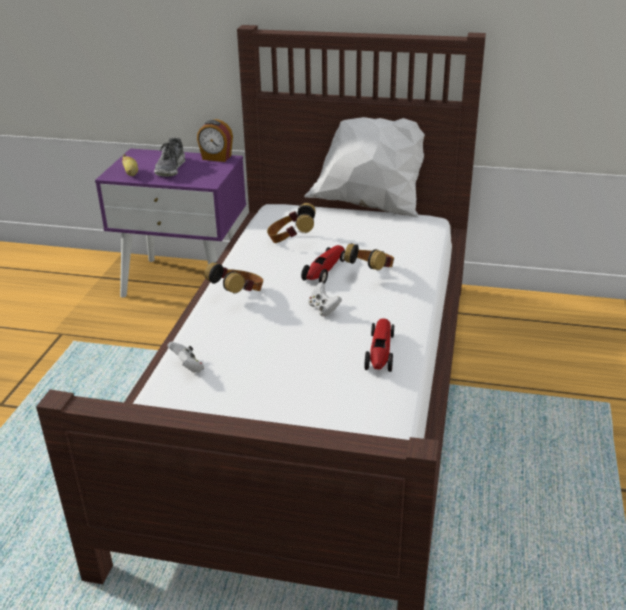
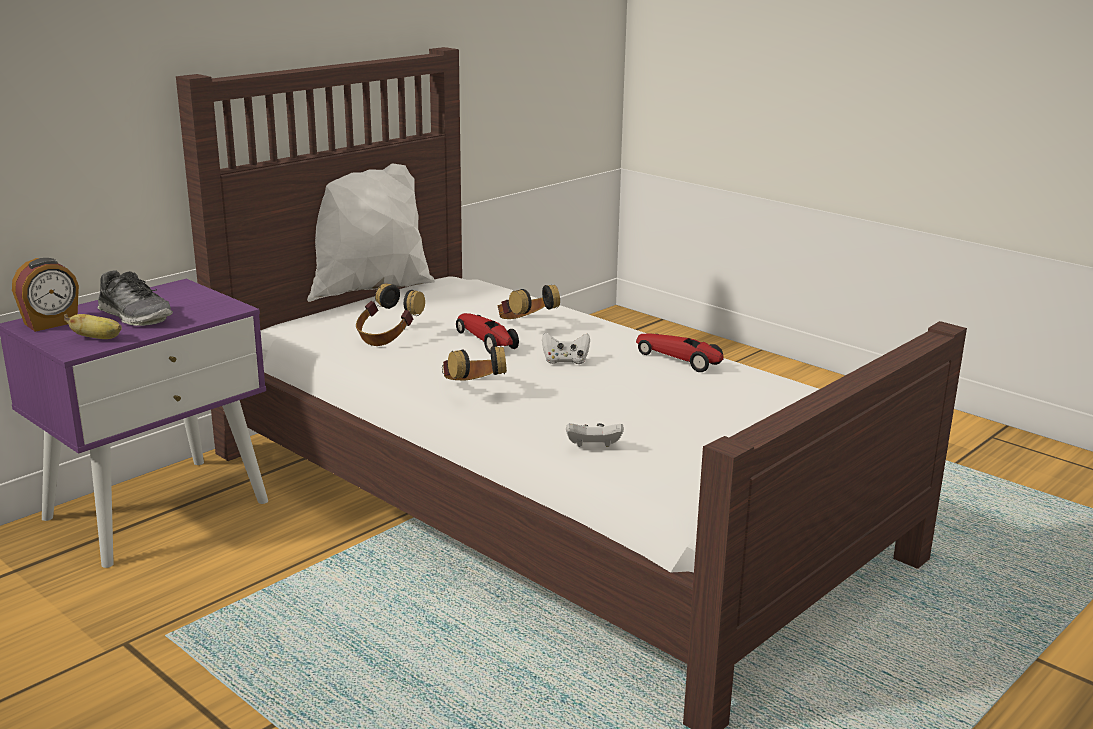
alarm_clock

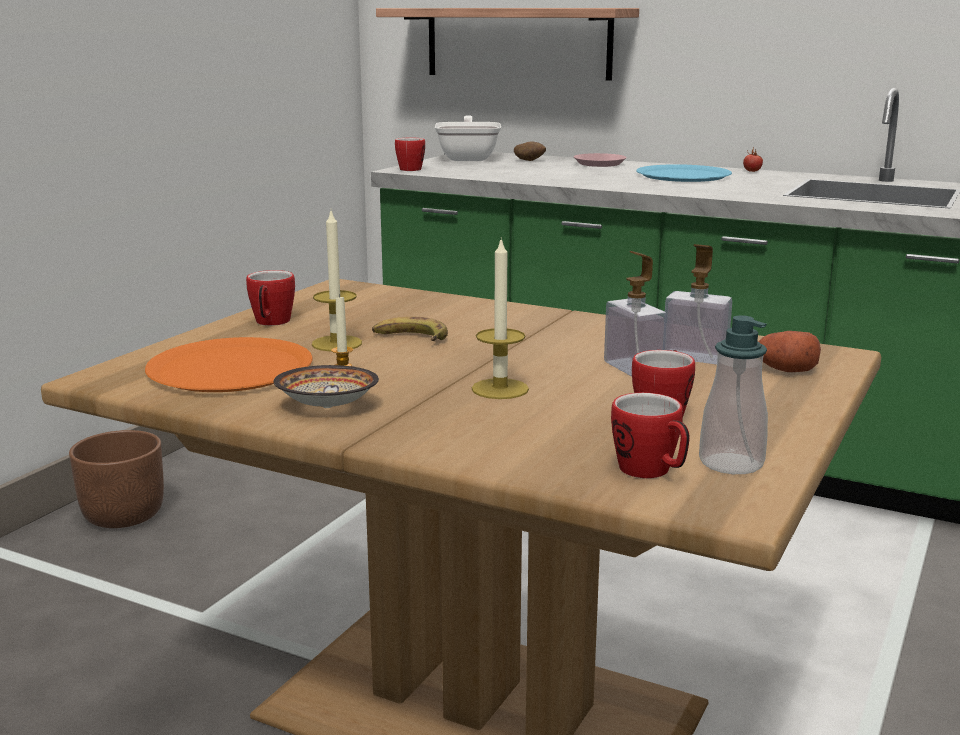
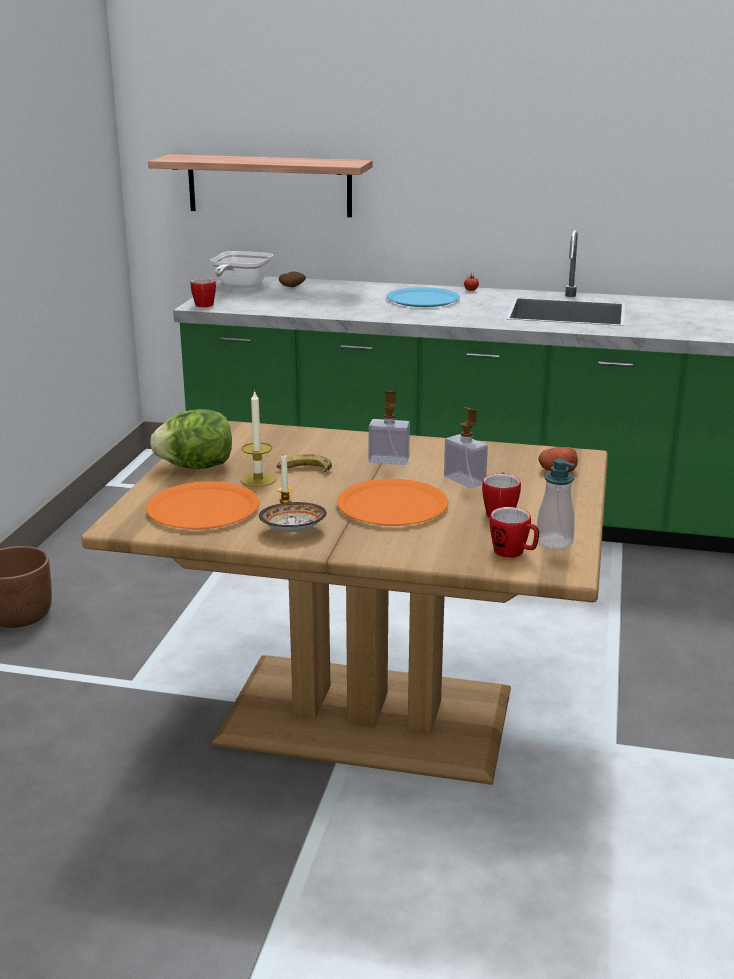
lettuce
frying_pan
orange_plate (no. 2 from left)
pink_plate
soap_dispenser (no. 1 from left)

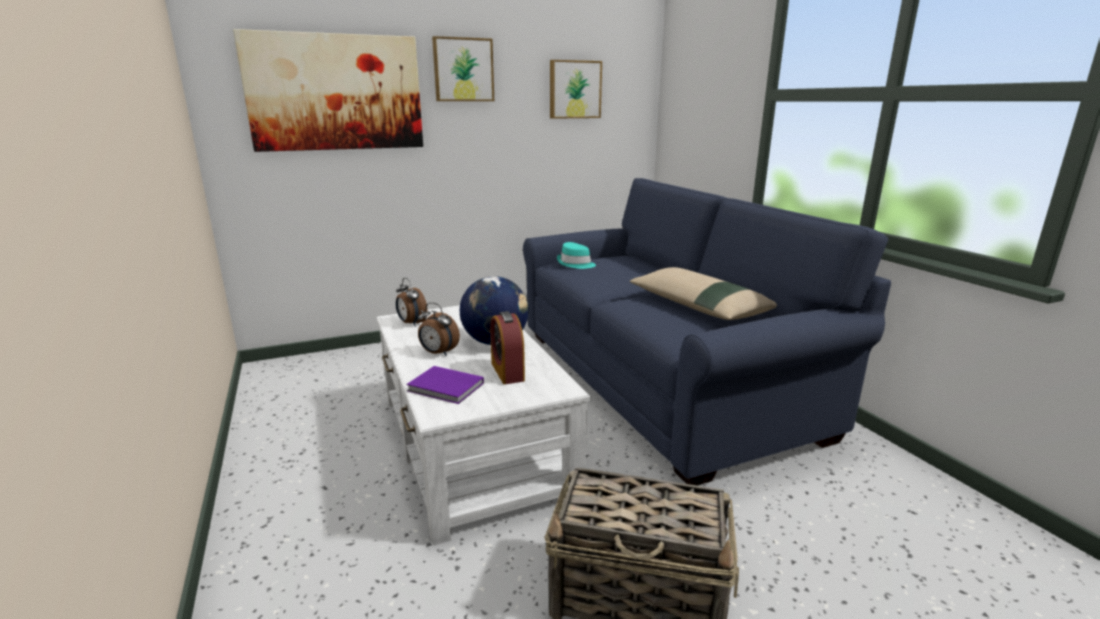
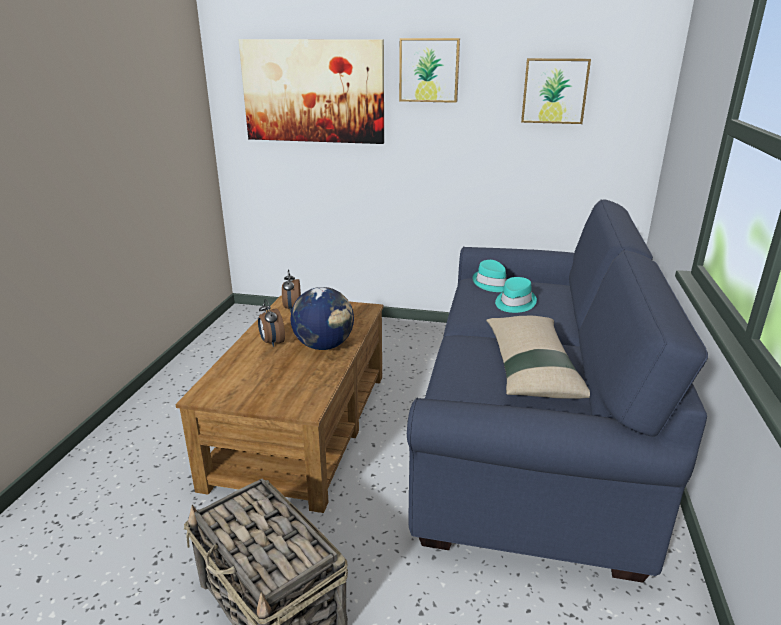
brown_coffee_table
purple_book
alarm_clock (no. 3 from left in the first image)
turquoise_hat (no. 2 from left)

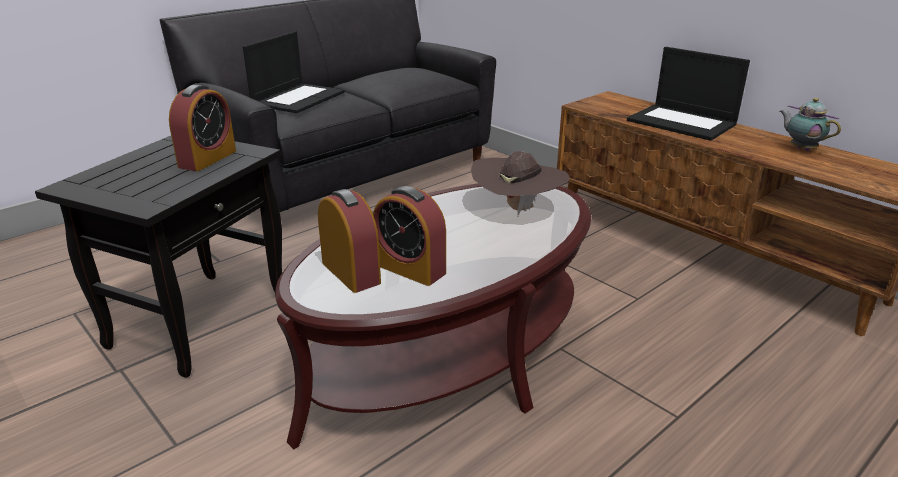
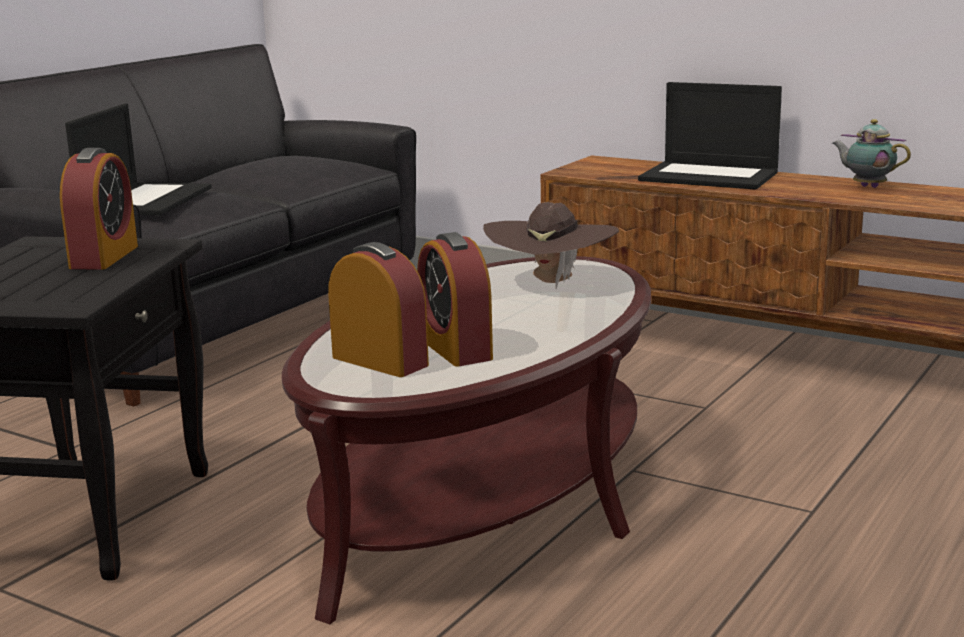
alarm_clock (no. 3 from left)

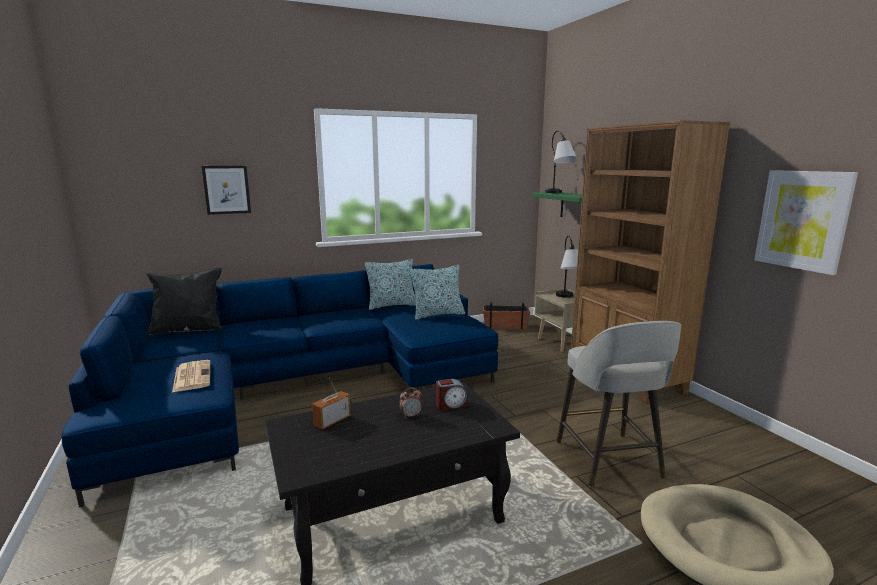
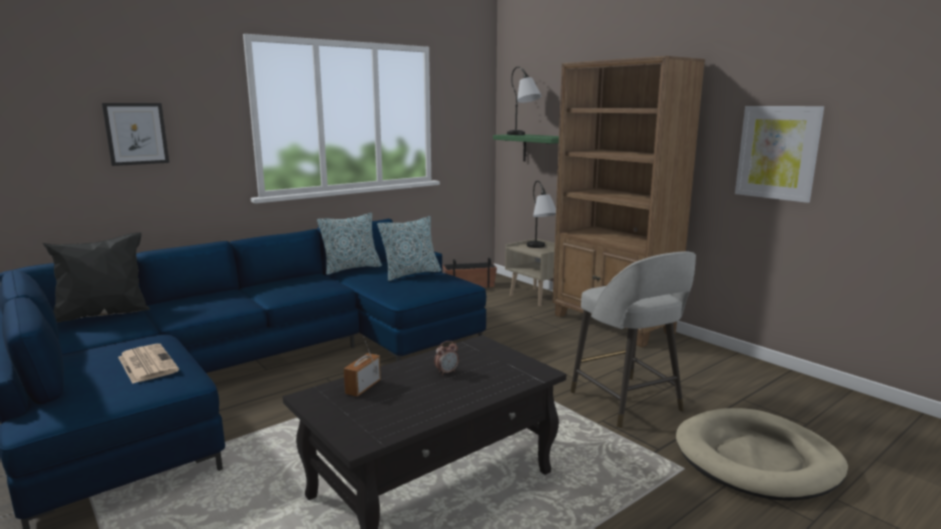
alarm_clock (no. 2 from left in the first image)

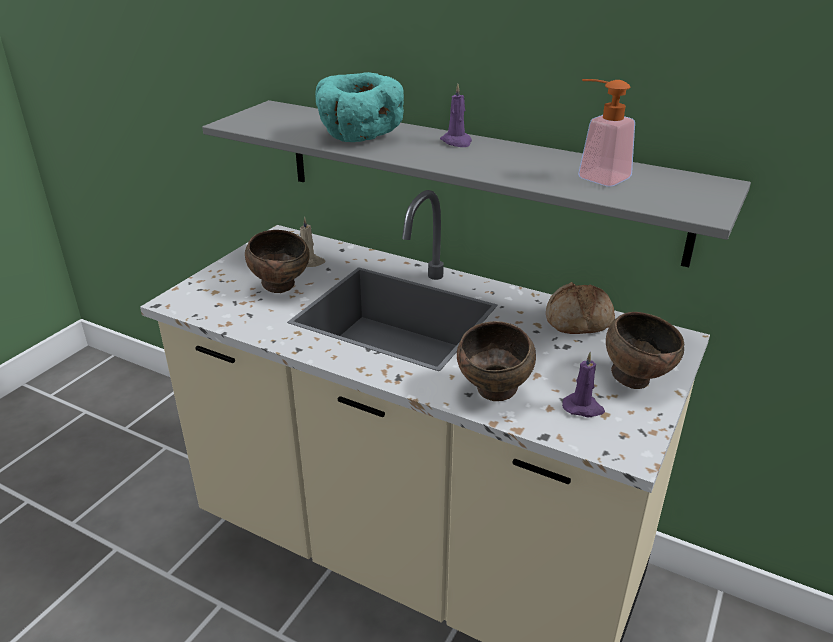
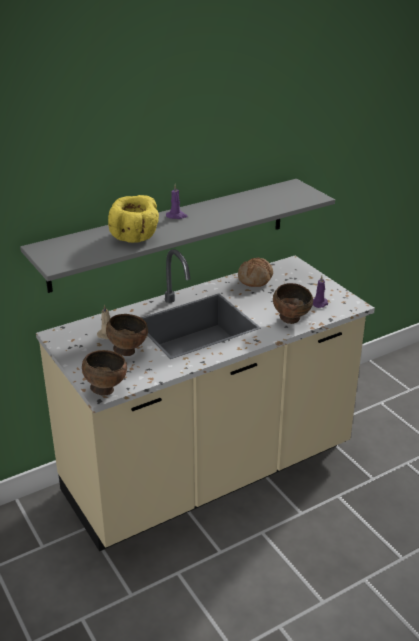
yellow_bowl
soap_dispenser
brown_bowl (no. 1 from left)

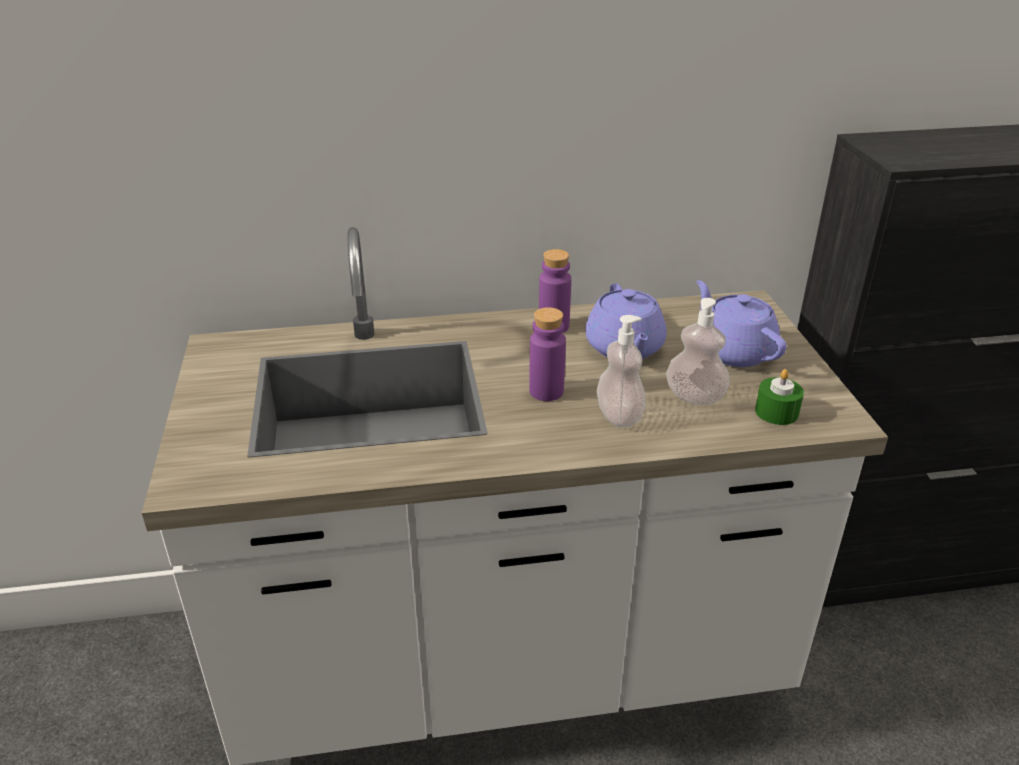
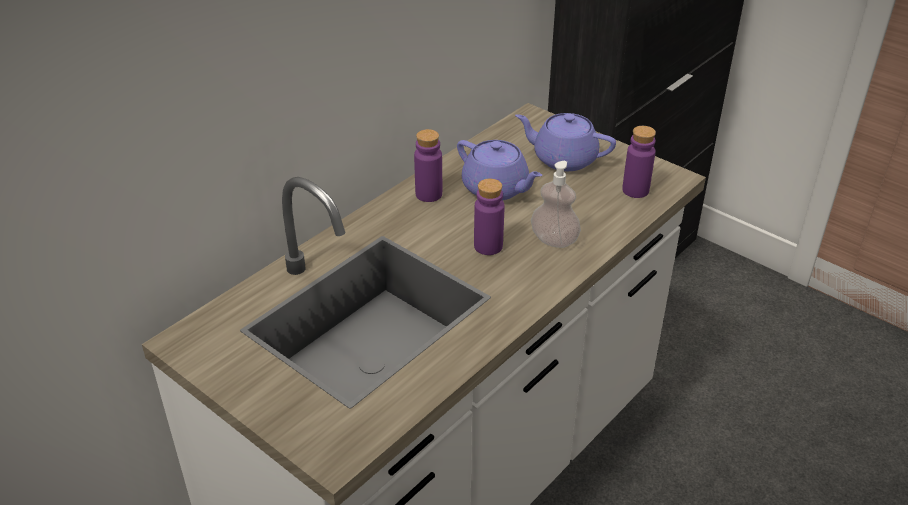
soap_dispenser (no. 2 from left in the first image)
purple_bottle (no. 3 from left)

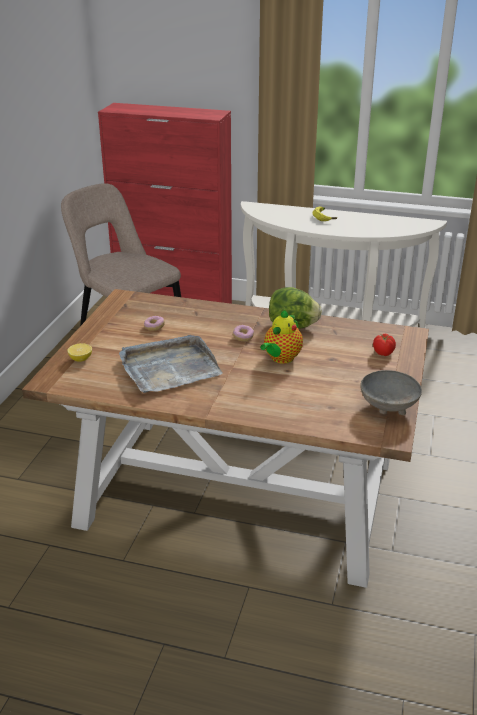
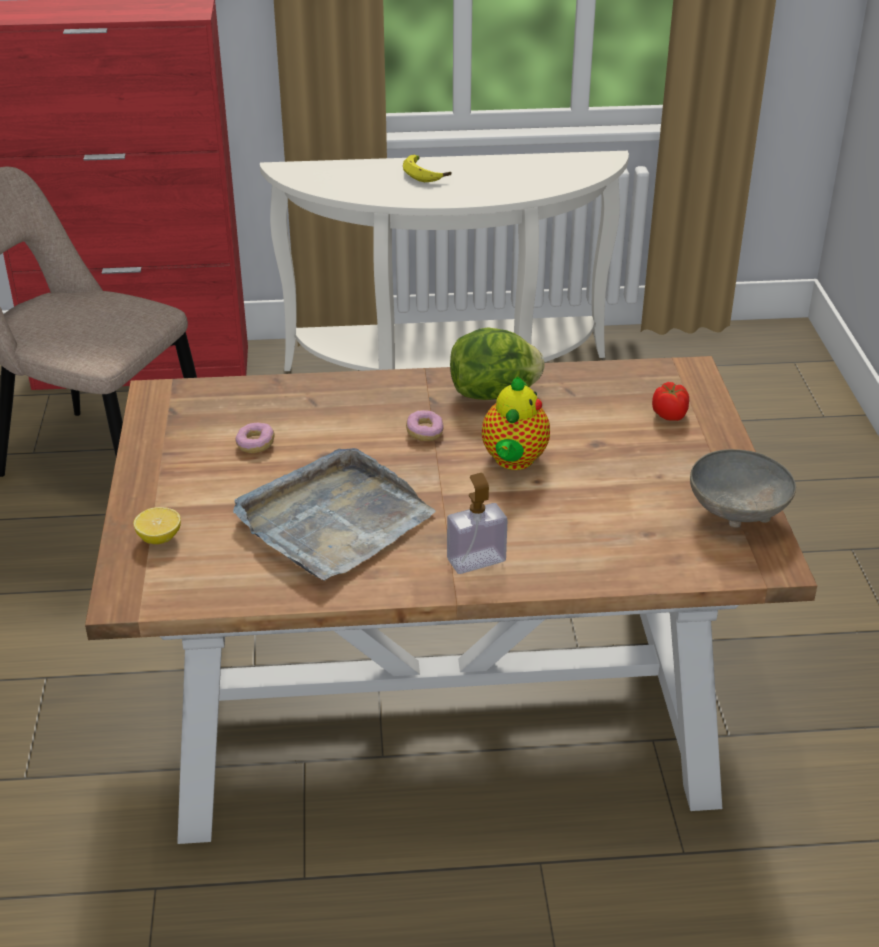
soap_dispenser

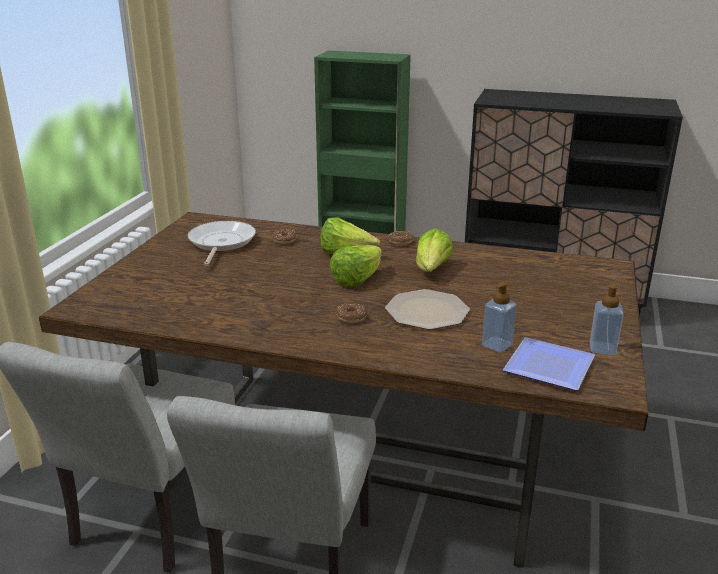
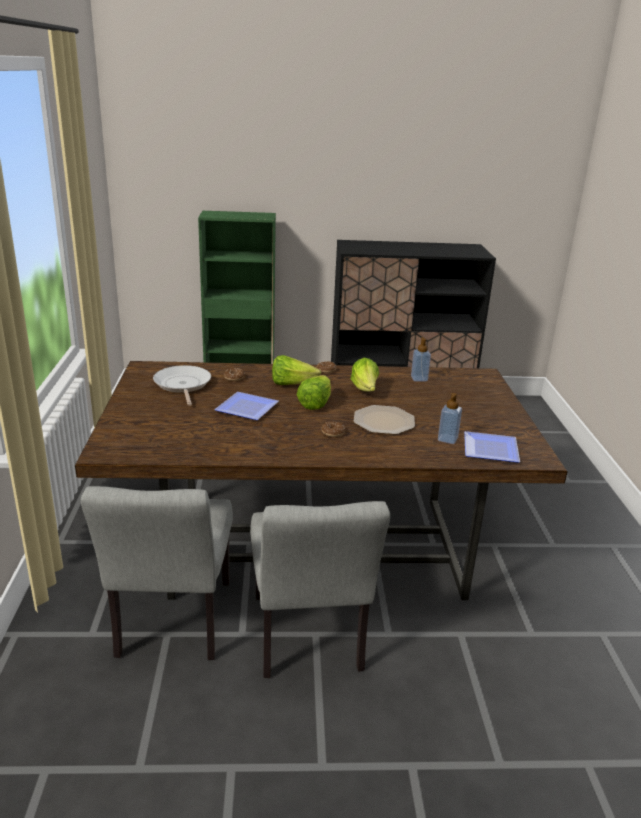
soap_dispenser (no. 1 from left)
plate (no. 1 from left)

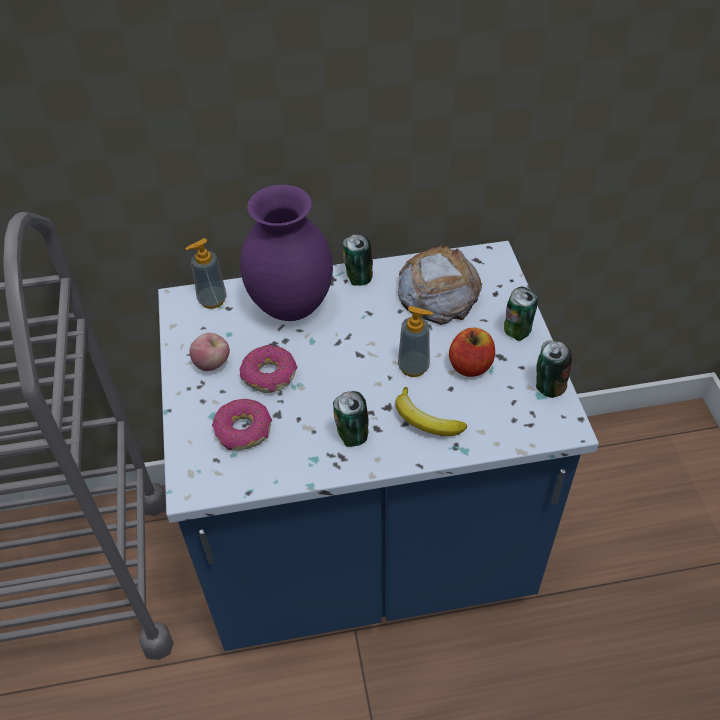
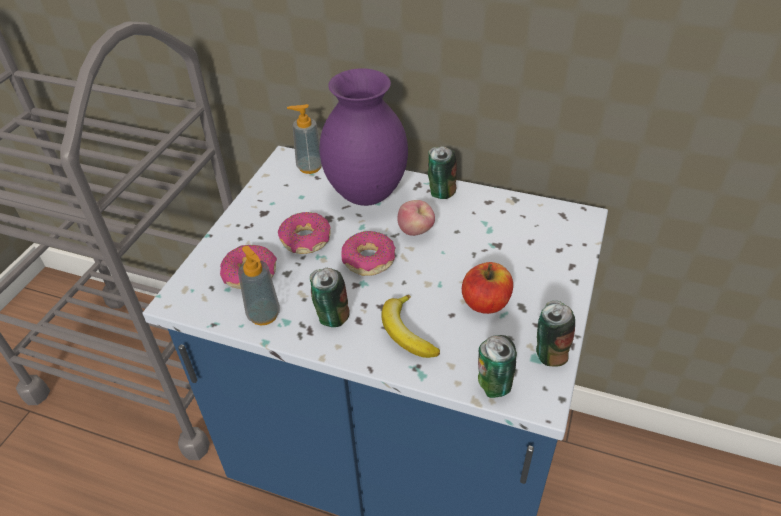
apple (no. 1 from left)
bread
soap_dispenser (no. 1 from left)
can (no. 3 from left)
donut (no. 3 from left)

